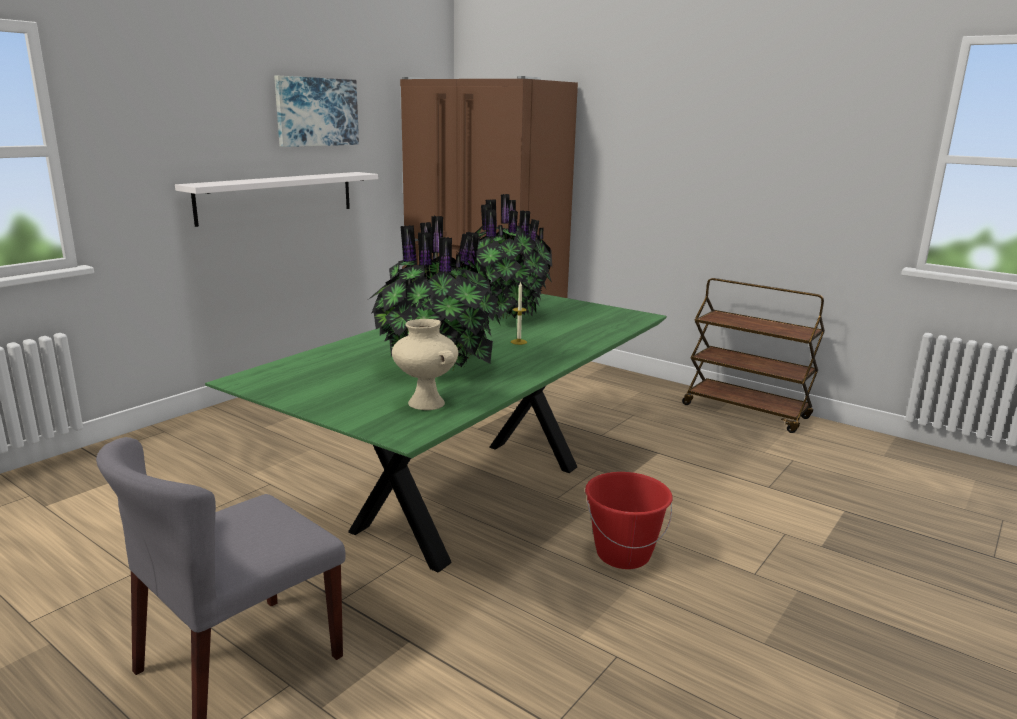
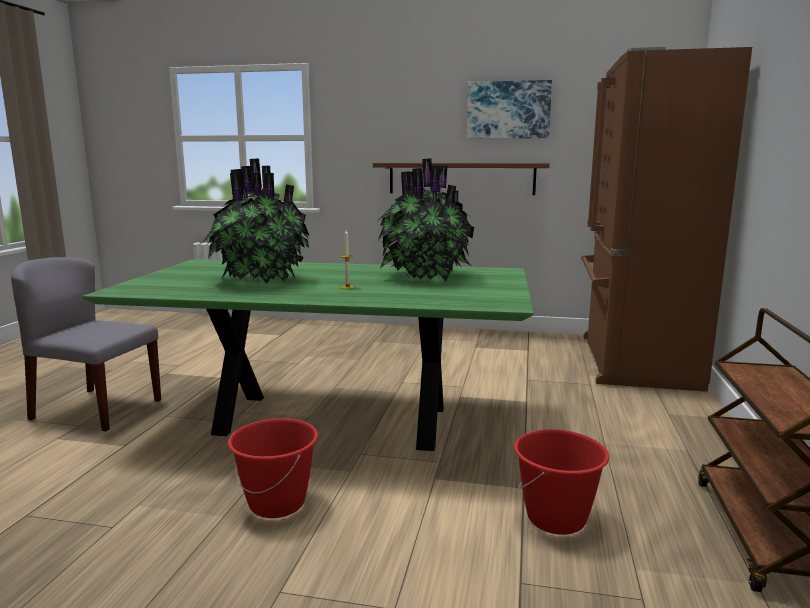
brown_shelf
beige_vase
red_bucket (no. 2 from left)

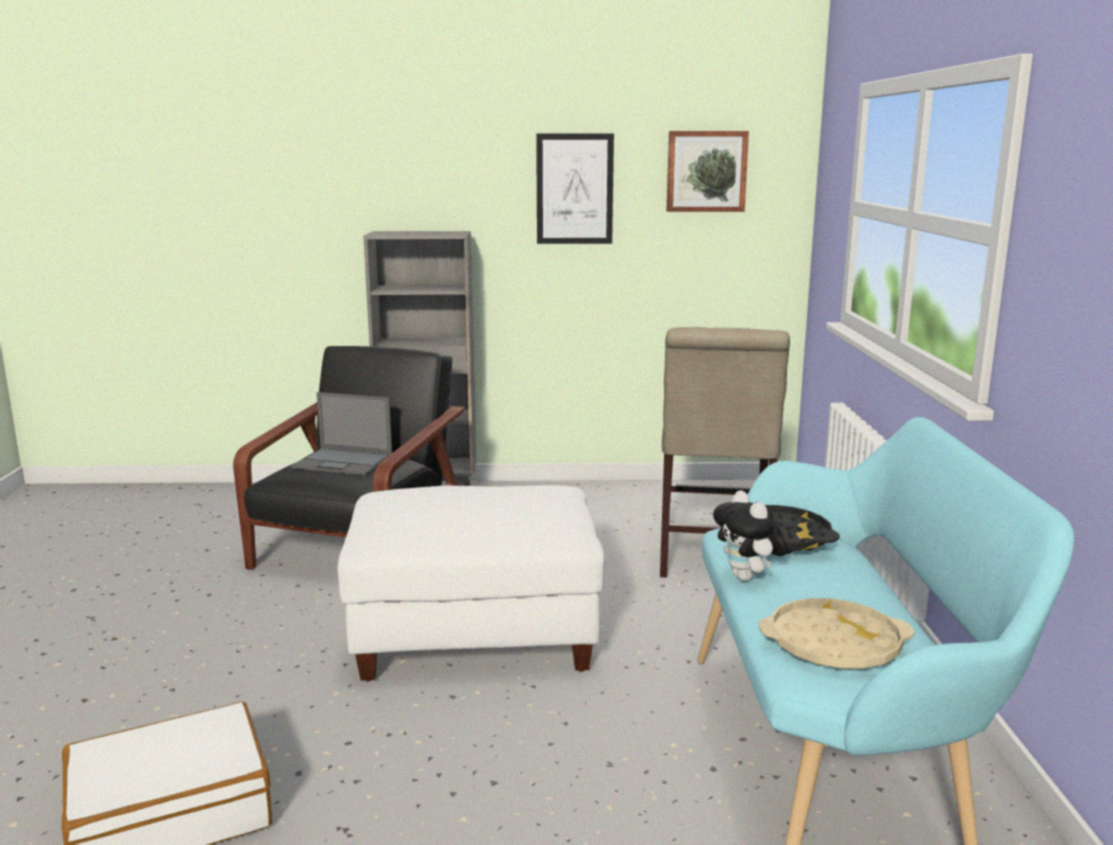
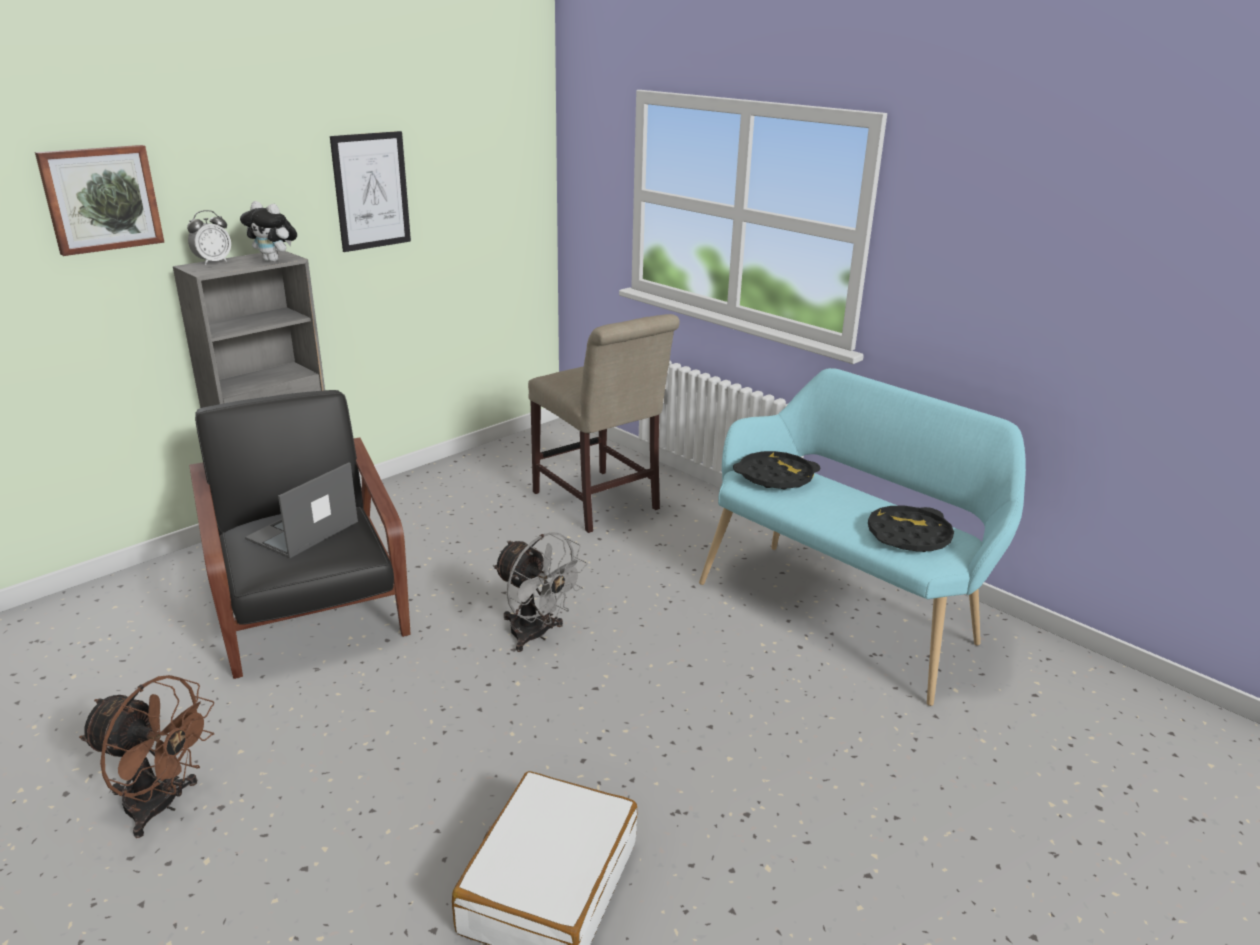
laptop
grey_fan
picture (no. 1 from left)
plush_toy
black_tray (no. 2 from left)
brown_fan
alarm_clock

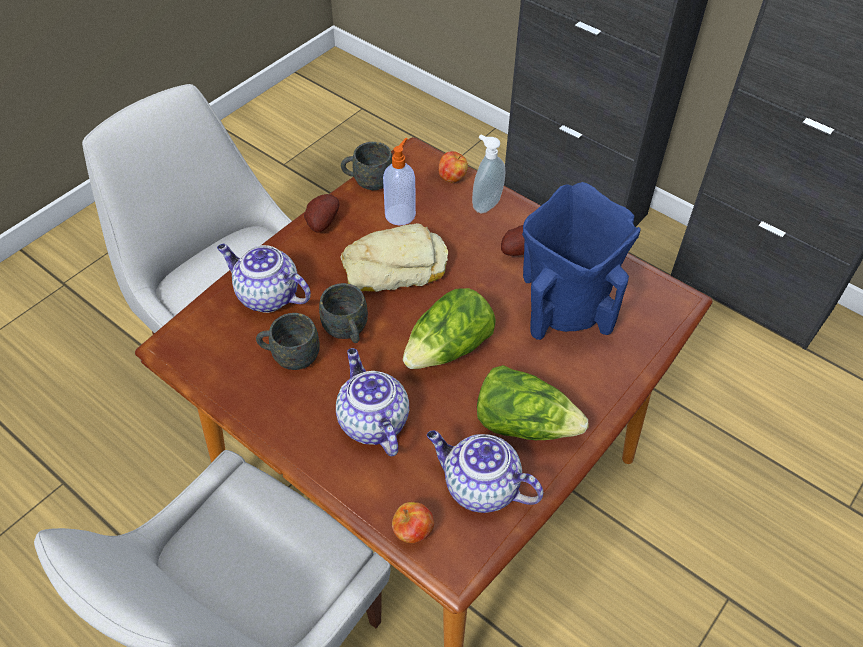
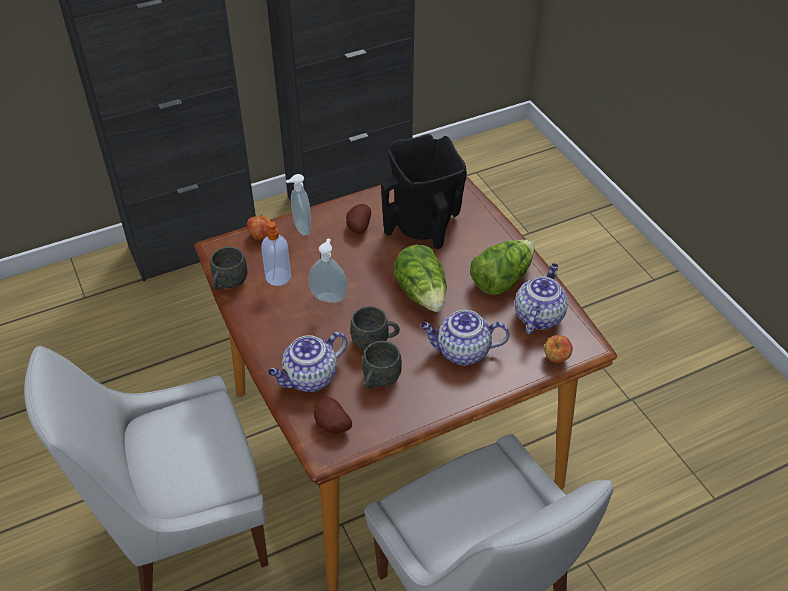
potato (no. 1 from left)
soap_dispenser (no. 3 from left)
teapot (no. 3 from left)
black_vase

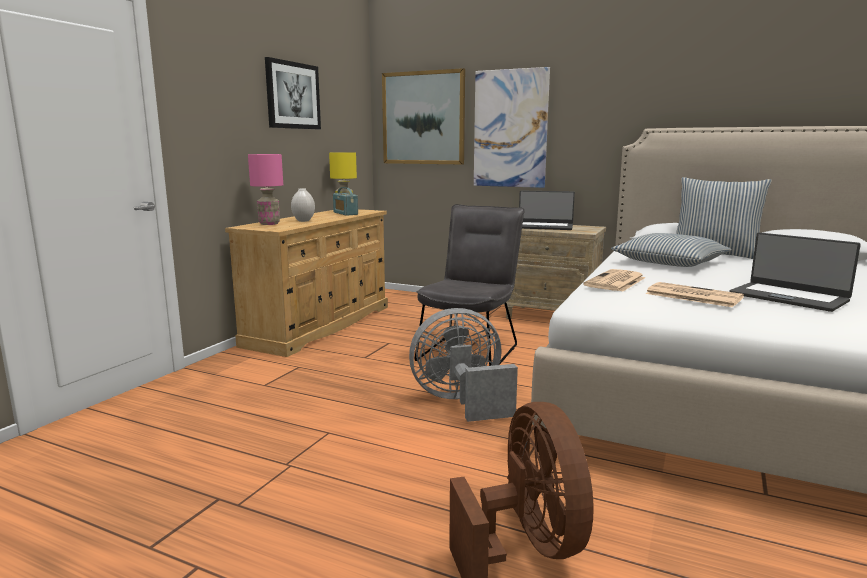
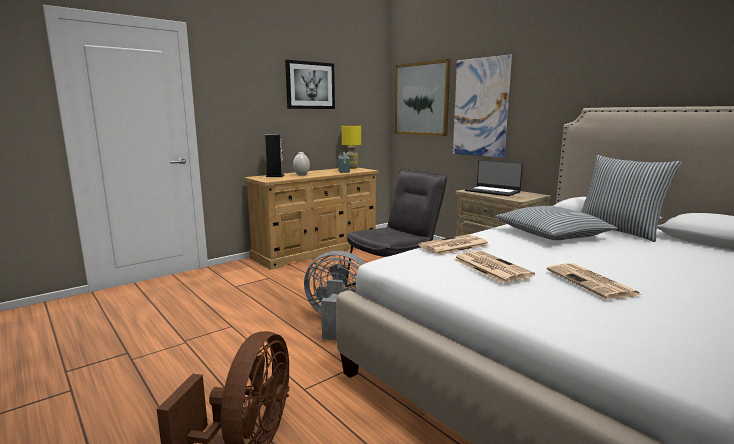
speaker
newspaper (no. 3 from left)

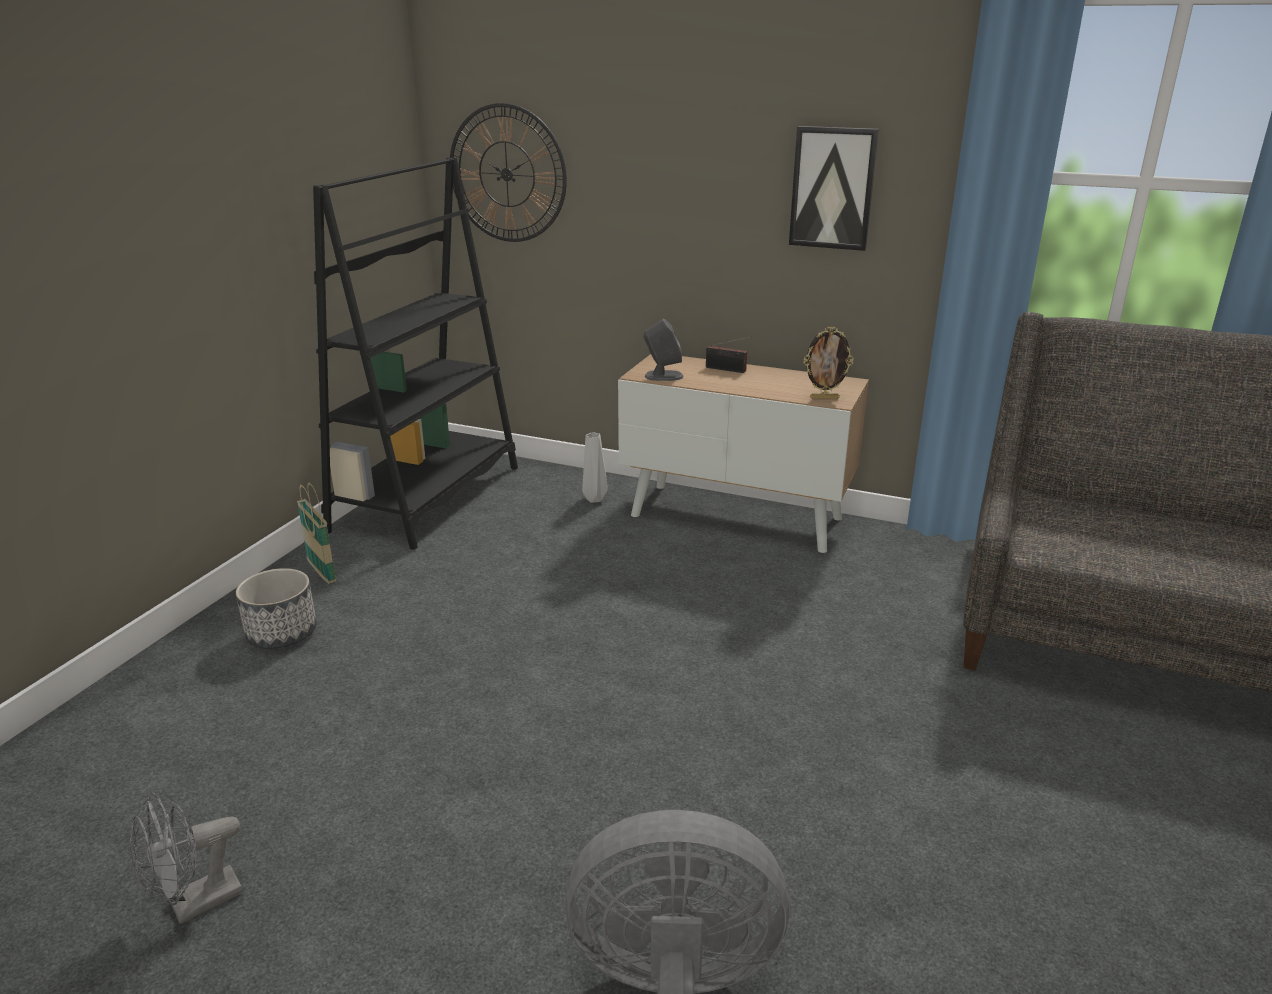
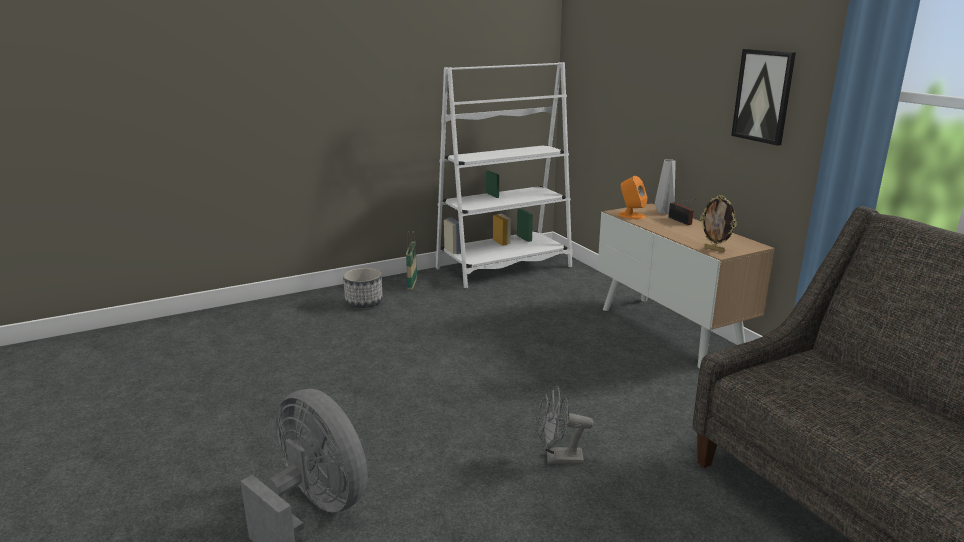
grey_fan (no. 2 from left)
white_bookcase
wall_clock
grey_vase
orange_speaker

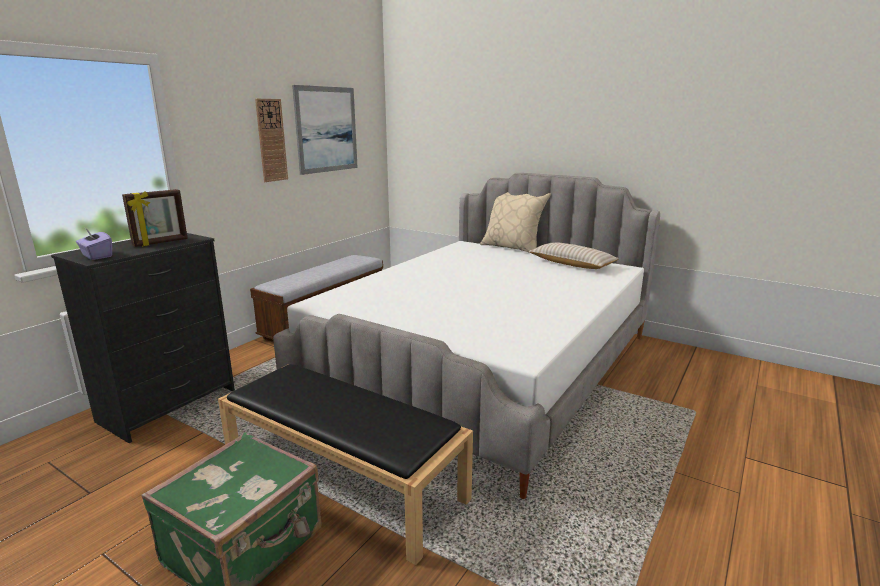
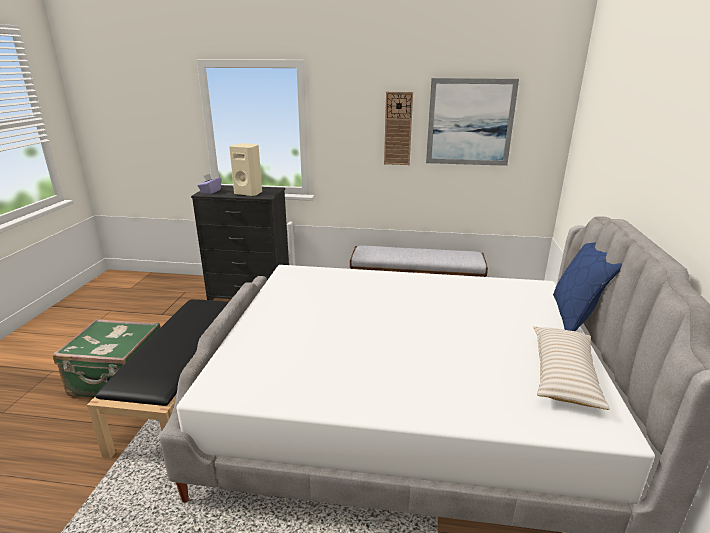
beige_speaker
blue_pillow

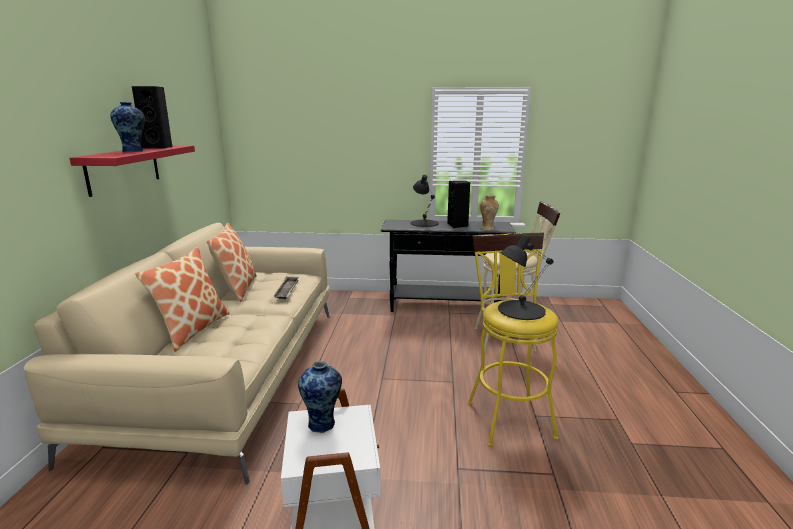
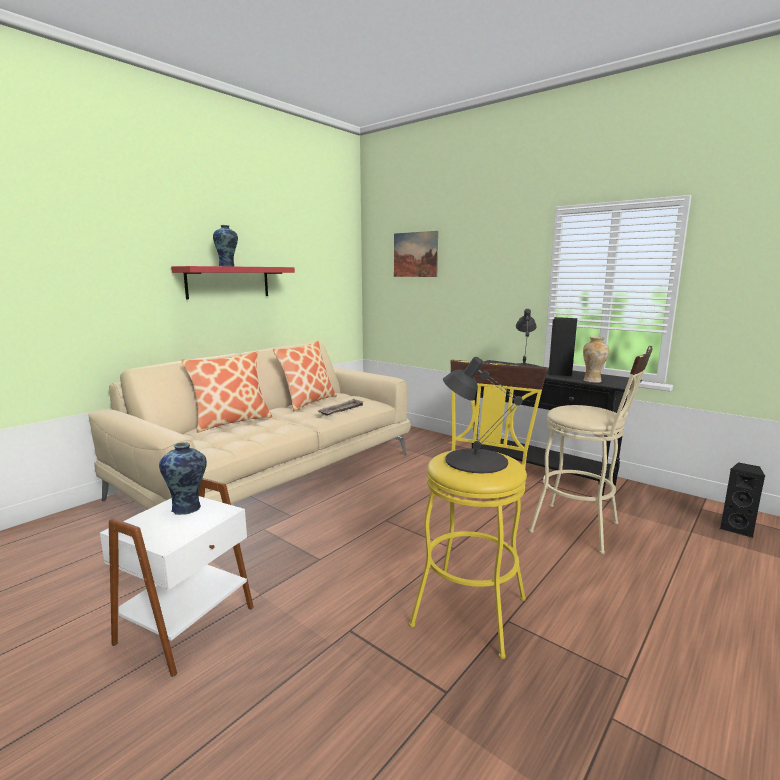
black_speaker (no. 2 from left)
picture

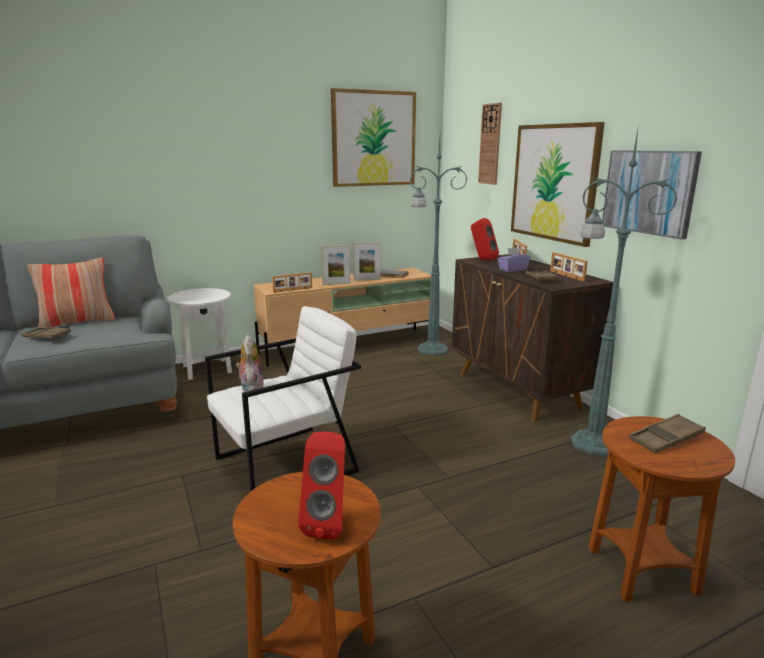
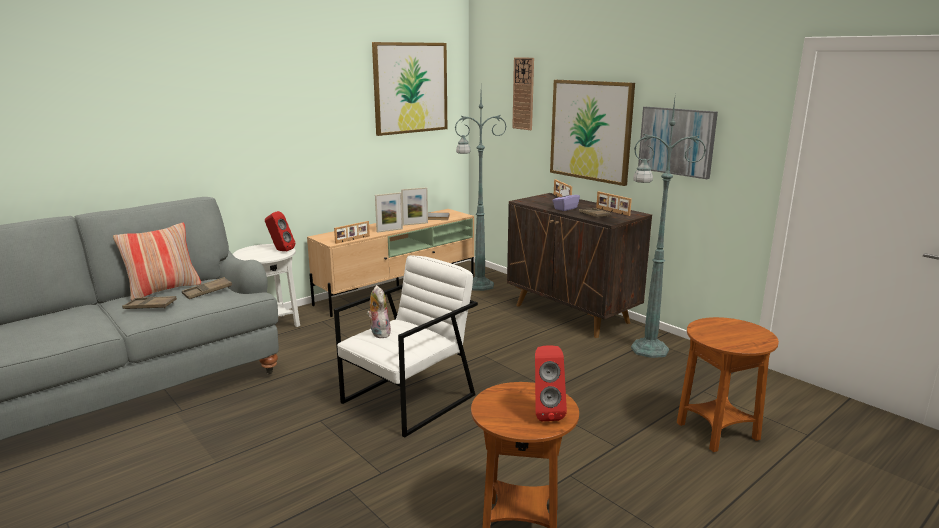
red_speaker (no. 1 from left)
brown_tray (no. 2 from left)

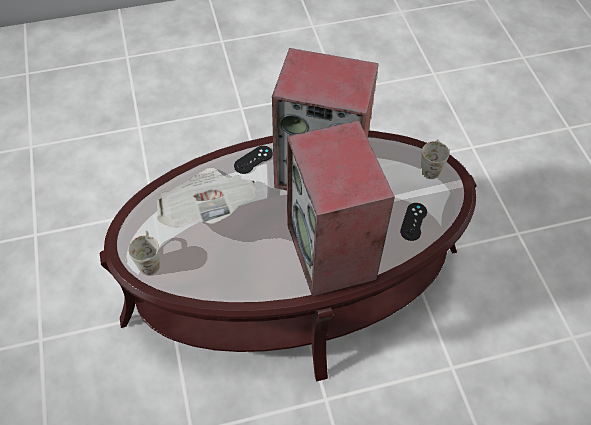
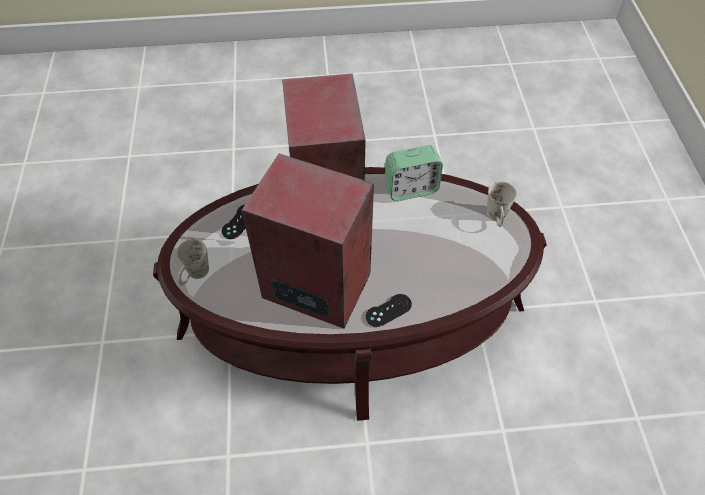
newspaper
alarm_clock

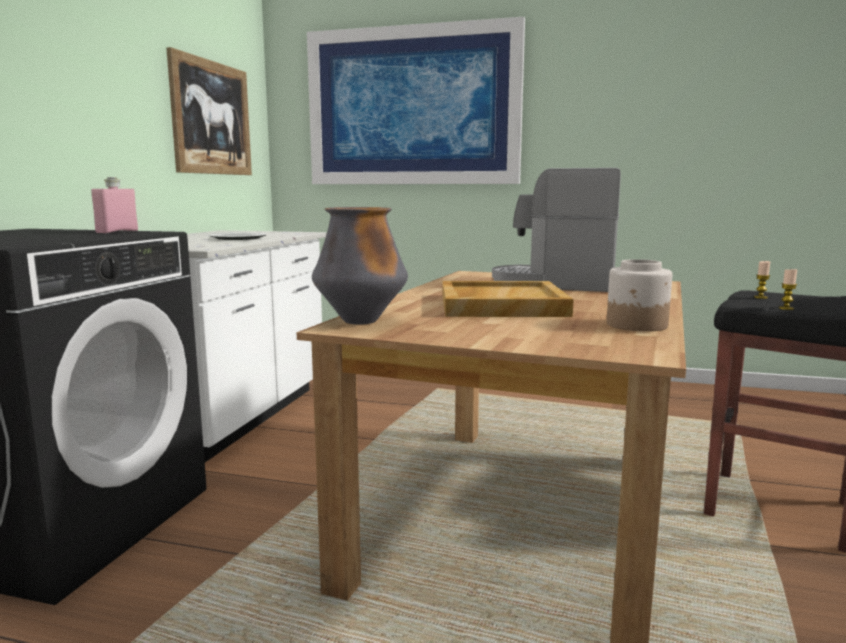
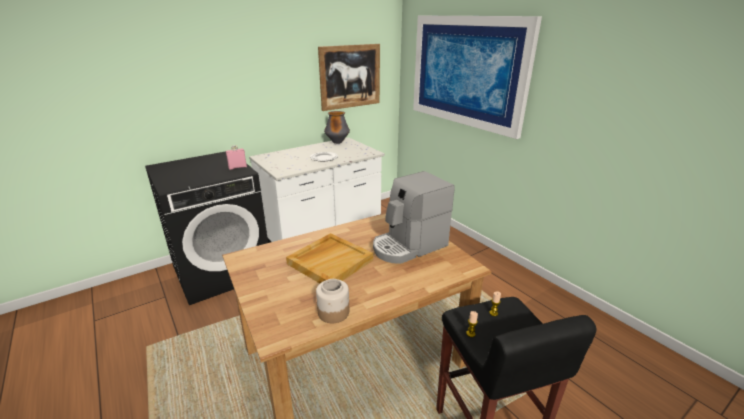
vase
coffee_machine

